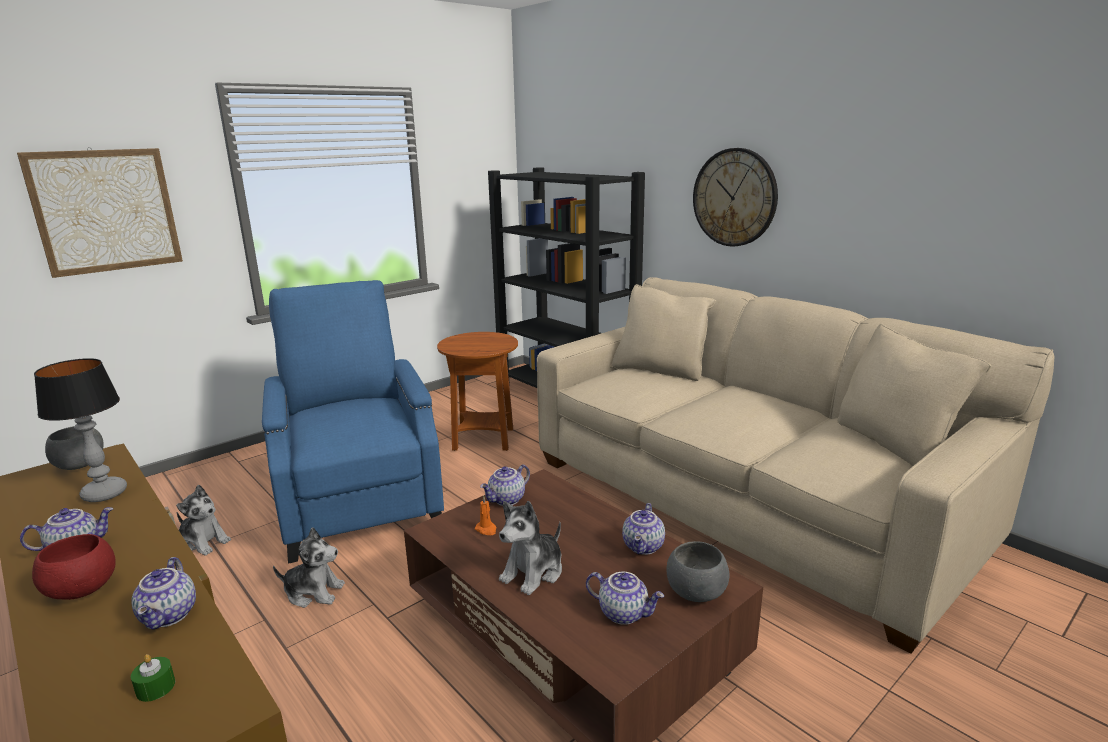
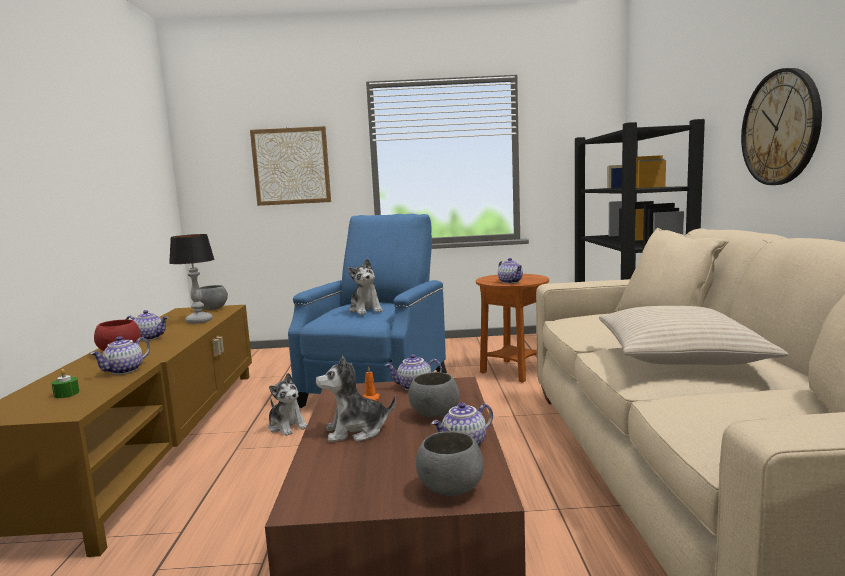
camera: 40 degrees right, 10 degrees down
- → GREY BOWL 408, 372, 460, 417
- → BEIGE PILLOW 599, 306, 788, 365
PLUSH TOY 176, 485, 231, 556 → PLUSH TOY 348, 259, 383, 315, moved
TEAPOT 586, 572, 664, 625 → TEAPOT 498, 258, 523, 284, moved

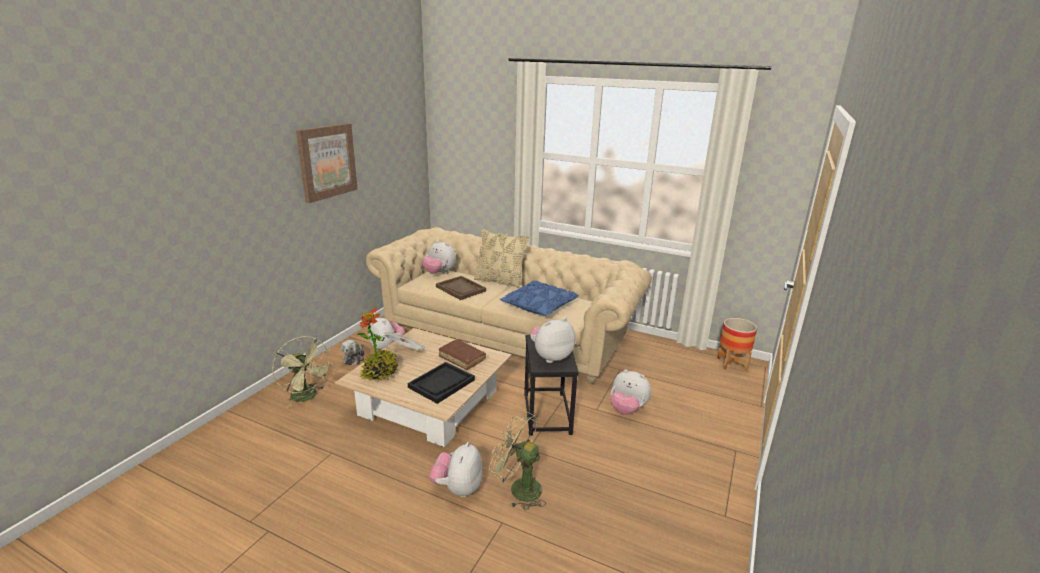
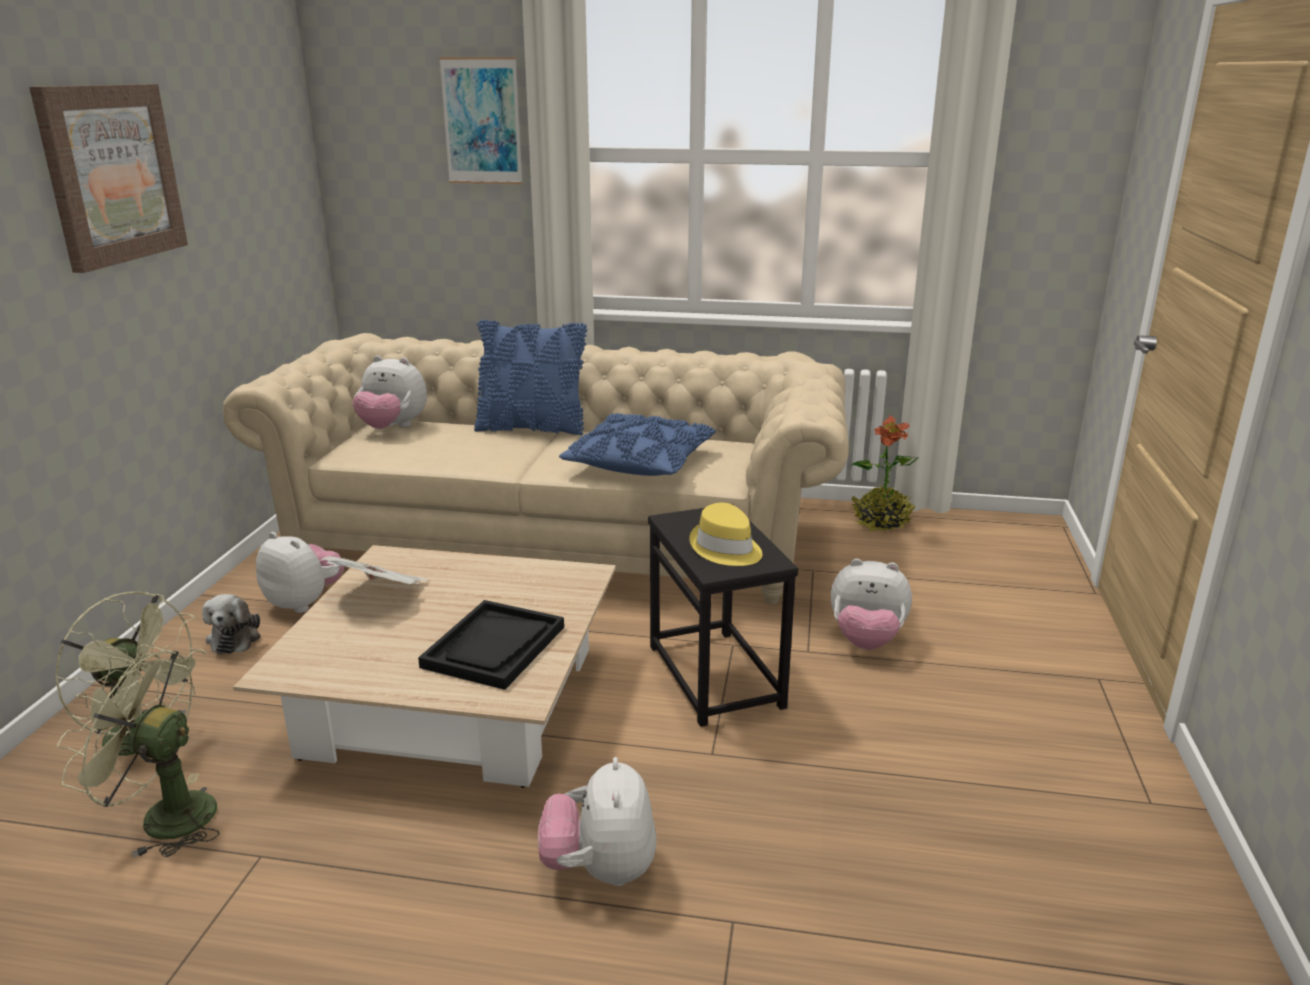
camera: 15 degrees left, 0 degrees up
BROWN TRAY 436, 276, 486, 300 → -
BROWN BOOK 439, 339, 486, 370 → -
PLANTER 717, 318, 757, 371 → -
- → PICTURE 439, 57, 523, 184
POTTED PLANT 357, 307, 399, 381 → POTTED PLANT 851, 415, 918, 532, moved
GREEN FAN 489, 410, 546, 511 → GREEN FAN 57, 644, 220, 857, moved
PLUSH TOY 530, 318, 576, 363 → YELLOW HAT 689, 503, 762, 566
BEIGE PILLOW 474, 229, 529, 288 → BLUE PILLOW 474, 320, 588, 435

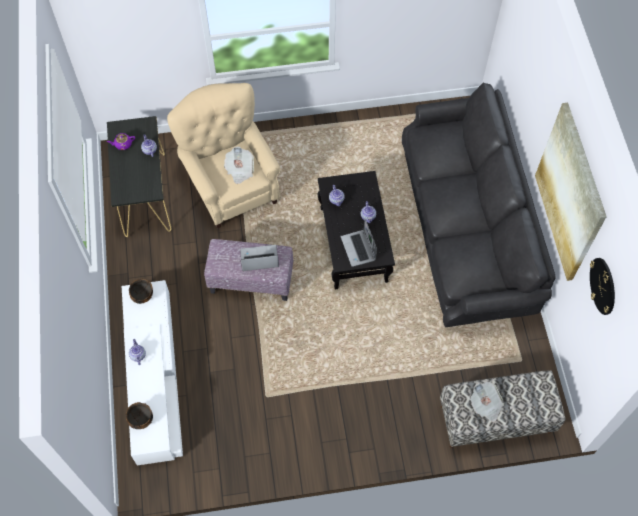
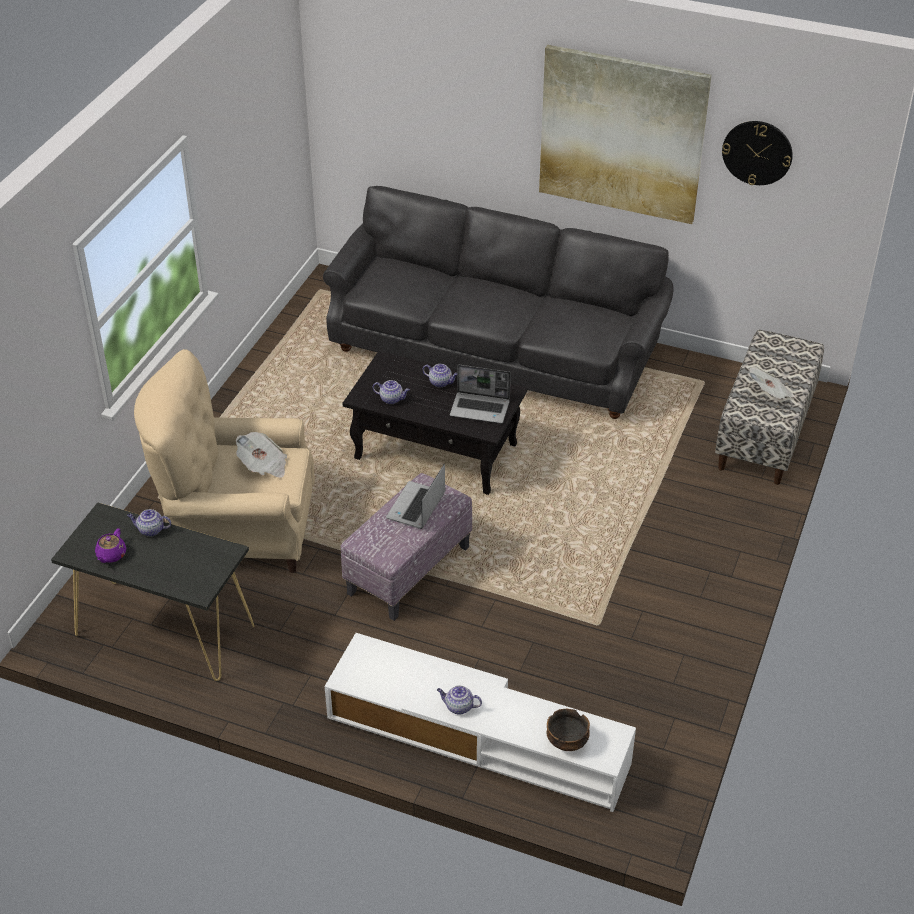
camera: 60 degrees left, 20 degrees down
BOWL 129, 279, 153, 304 → -

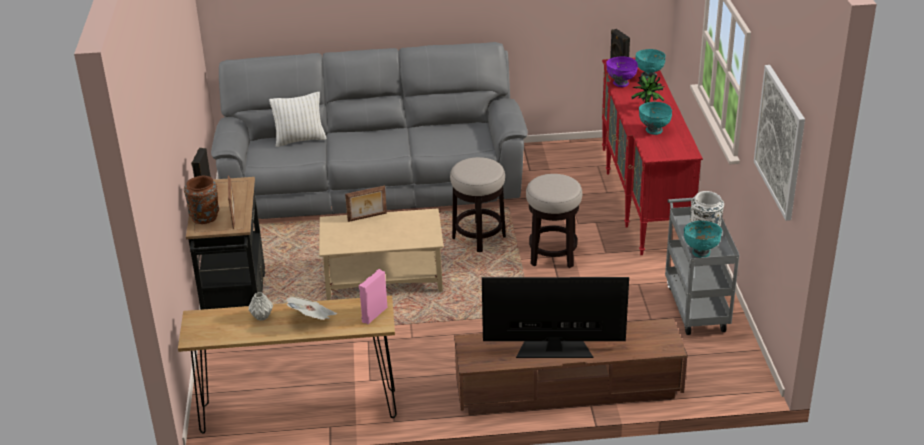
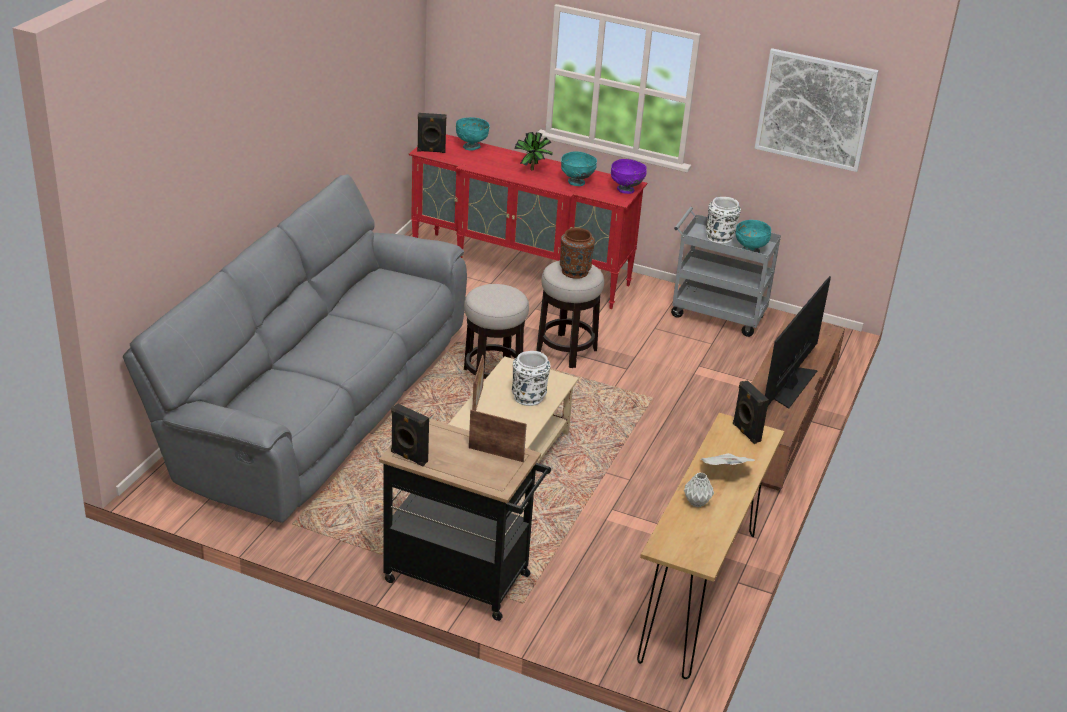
camera: 65 degrees left, 0 degrees up
WHITE PILLOW 269, 92, 326, 147 → -
- → WHITE VASE 512, 351, 551, 406
BROWN VASE 184, 176, 219, 224 → BROWN VASE 560, 228, 595, 279, moved
PURPLE BOWL 606, 56, 638, 87 → PURPLE BOWL 611, 159, 647, 194, moved
PINK SPEAKER 359, 269, 388, 324 → BLACK SPEAKER 733, 380, 769, 444

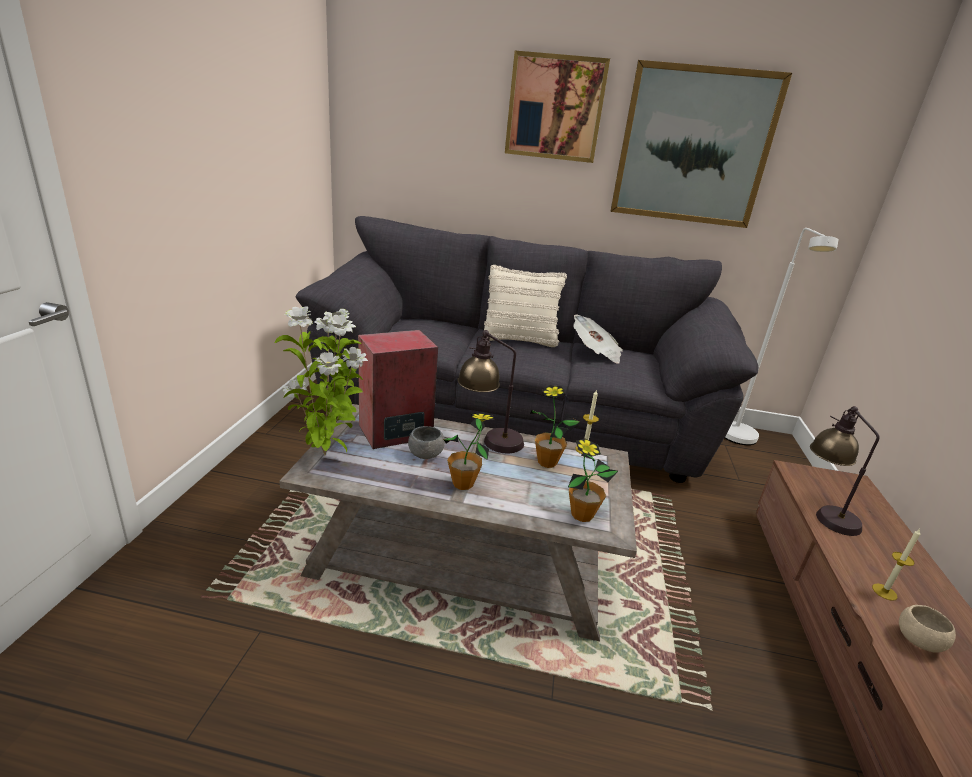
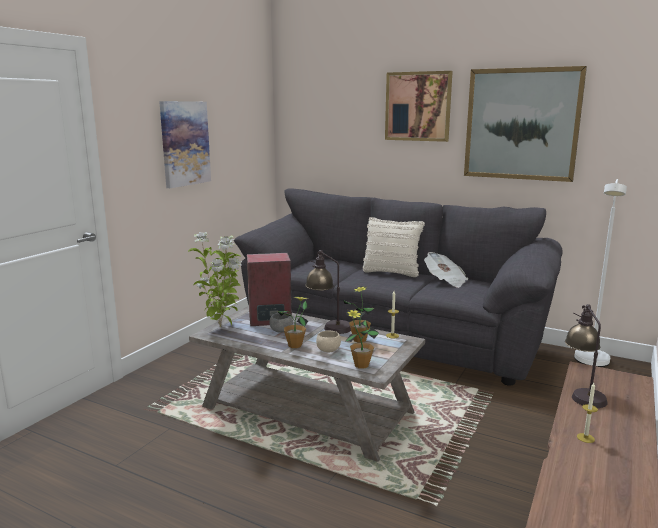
camera: 20 degrees right, 10 degrees down
- → PICTURE 159, 101, 211, 188
BEIGE BOWL 899, 605, 956, 653 → BEIGE BOWL 316, 330, 341, 352, moved

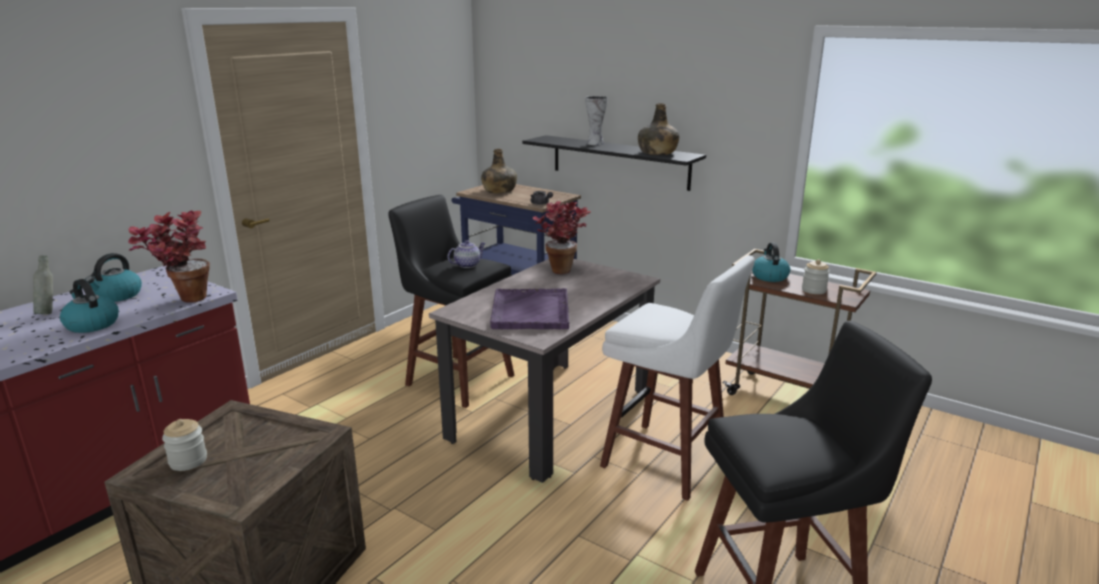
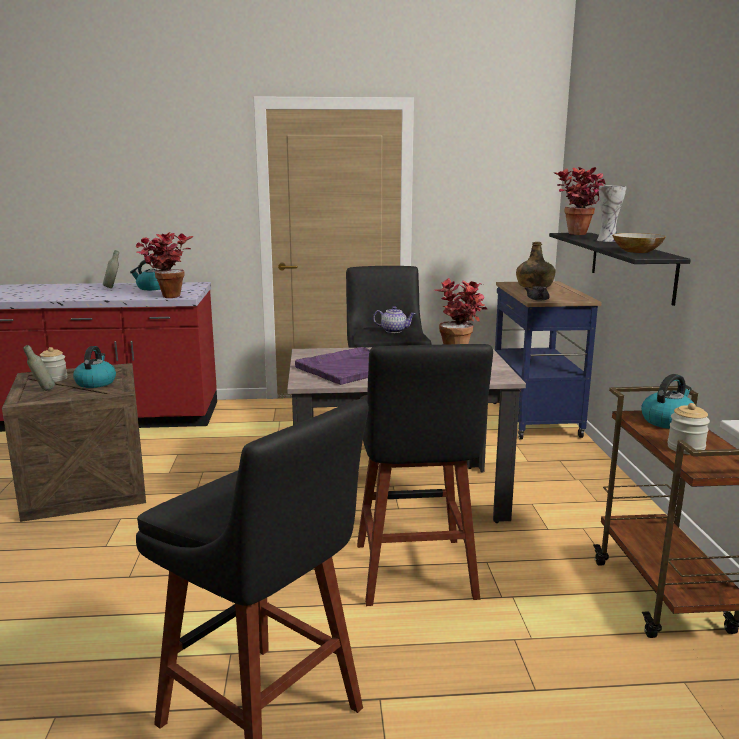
camera: 50 degrees right, 5 degrees down
- → GREY BOTTLE 23, 345, 55, 391
- → POTTED PLANT 554, 167, 606, 235
KETTLE 60, 279, 119, 333 → KETTLE 73, 346, 116, 388, moved
GREEN BOTTLE 638, 103, 679, 155 → BOWL 612, 233, 666, 253
WHITE STOOL 600, 255, 755, 501 → BLACK STOOL 357, 344, 493, 606

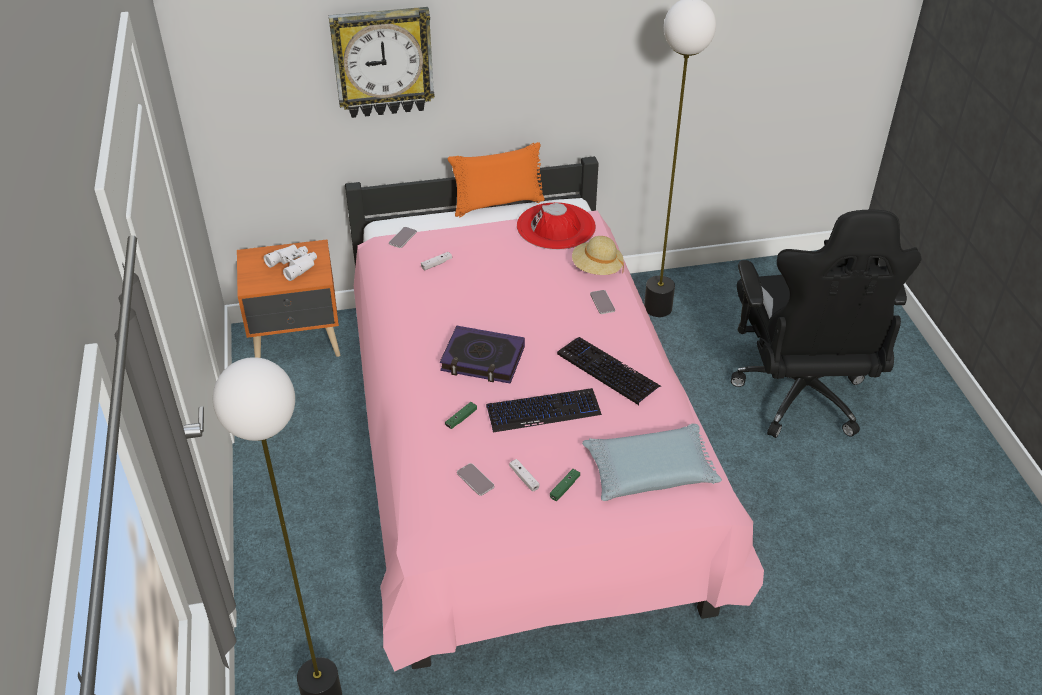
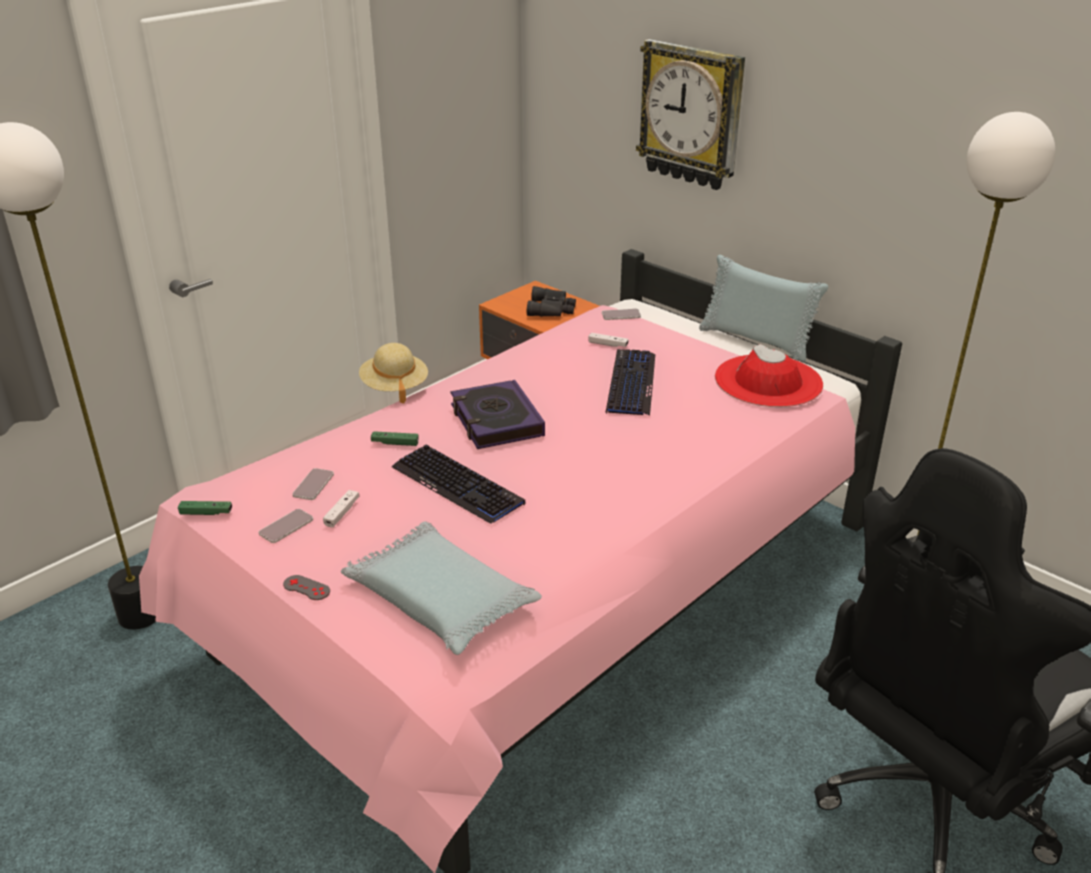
camera: 55 degrees right, 10 degrees down
- → GREY GAME CONTROLLER 283, 575, 330, 600
GREEN GAME CONTROLLER 550, 469, 580, 501 → GREEN GAME CONTROLLER 178, 501, 232, 515, moved
KEYBOARD 557, 337, 661, 405 → KEYBOARD 606, 349, 655, 415, moved
BEIGE HAT 572, 236, 624, 275 → BEIGE HAT 359, 343, 428, 403, moved
PHONE 590, 290, 615, 314 → PHONE 259, 509, 313, 543, moved
WHITE BINOCULARS 264, 244, 317, 281 → BLACK BINOCULARS 527, 286, 576, 317
ORANGE PILLOW 448, 142, 545, 218 → BLUE PILLOW 699, 255, 828, 362

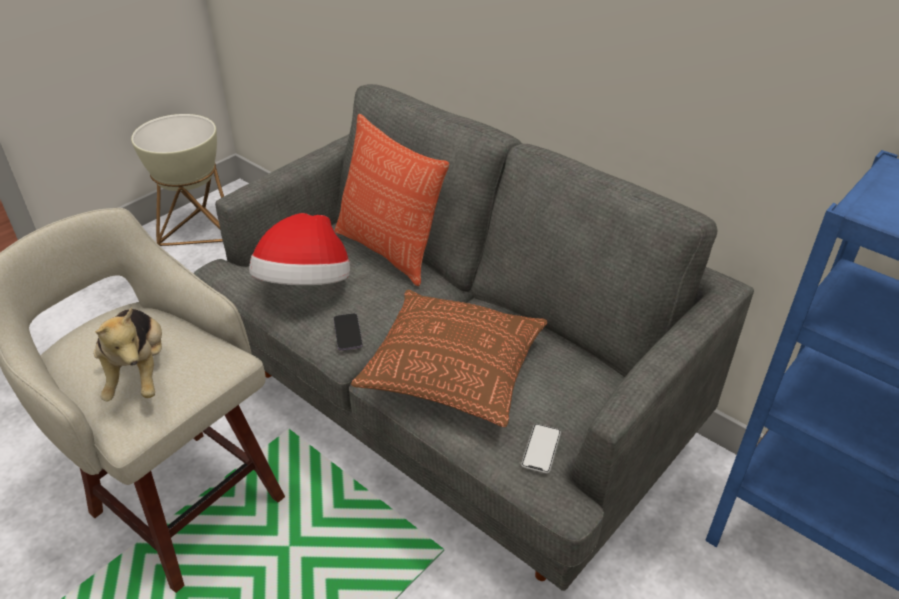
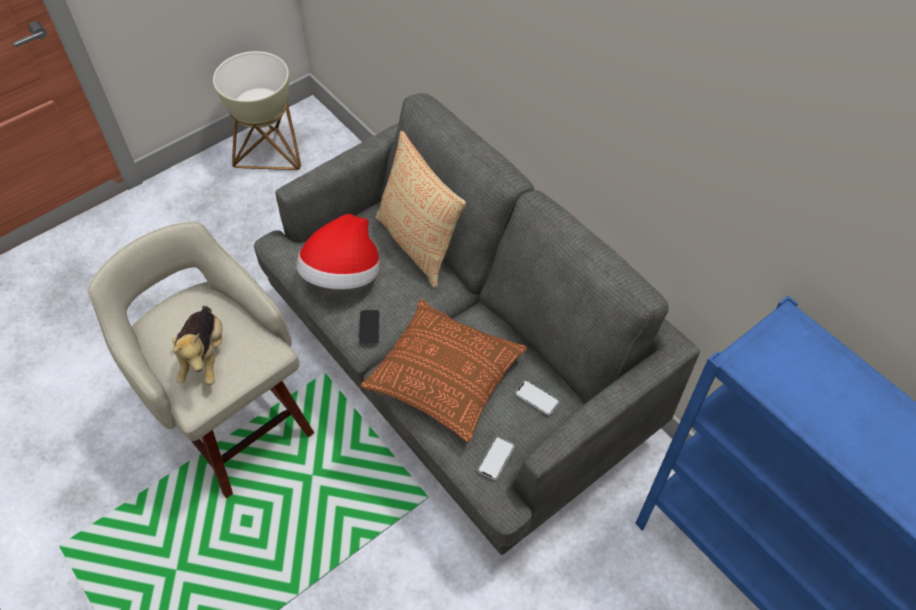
camera: 10 degrees right, 15 degrees up
- → PHONE 515, 380, 560, 415
ORANGE PILLOW 335, 114, 449, 286 → BEIGE PILLOW 376, 131, 466, 288

